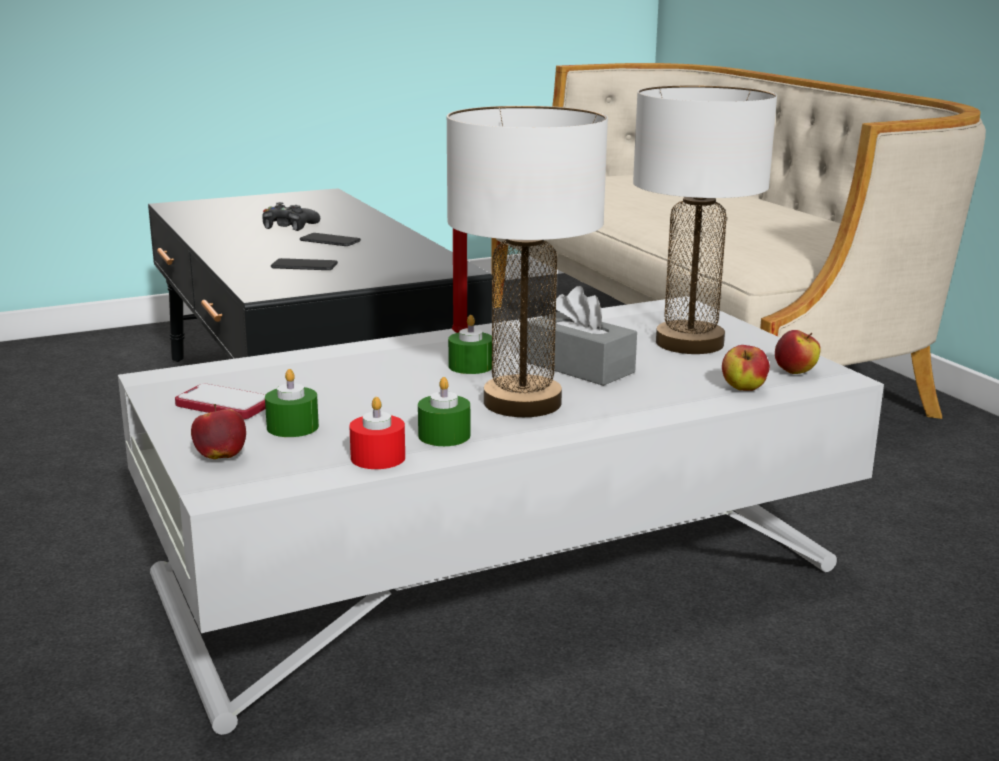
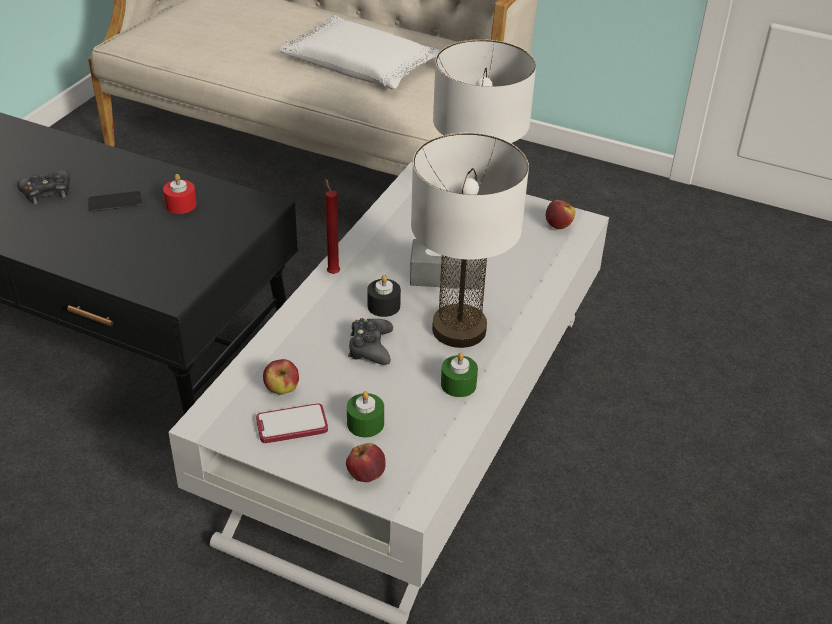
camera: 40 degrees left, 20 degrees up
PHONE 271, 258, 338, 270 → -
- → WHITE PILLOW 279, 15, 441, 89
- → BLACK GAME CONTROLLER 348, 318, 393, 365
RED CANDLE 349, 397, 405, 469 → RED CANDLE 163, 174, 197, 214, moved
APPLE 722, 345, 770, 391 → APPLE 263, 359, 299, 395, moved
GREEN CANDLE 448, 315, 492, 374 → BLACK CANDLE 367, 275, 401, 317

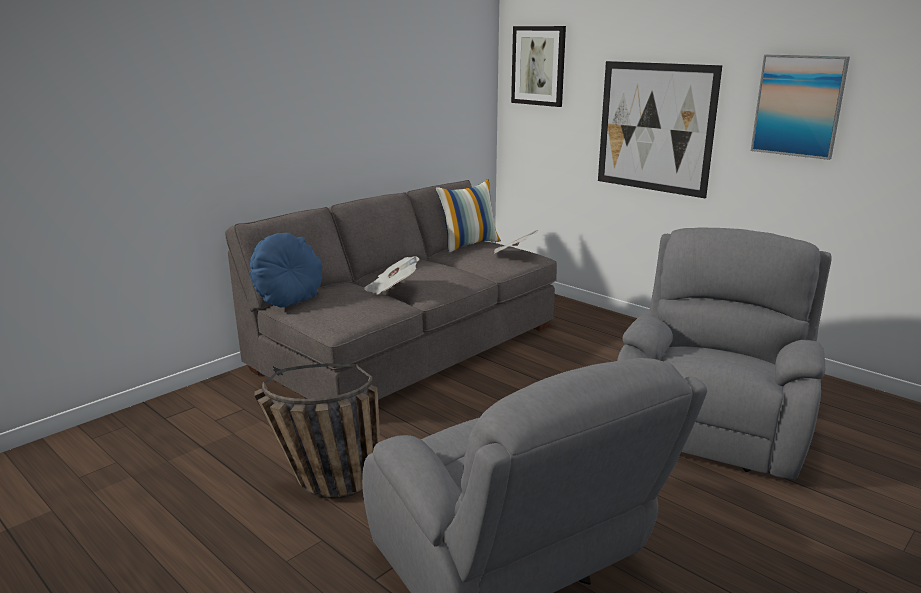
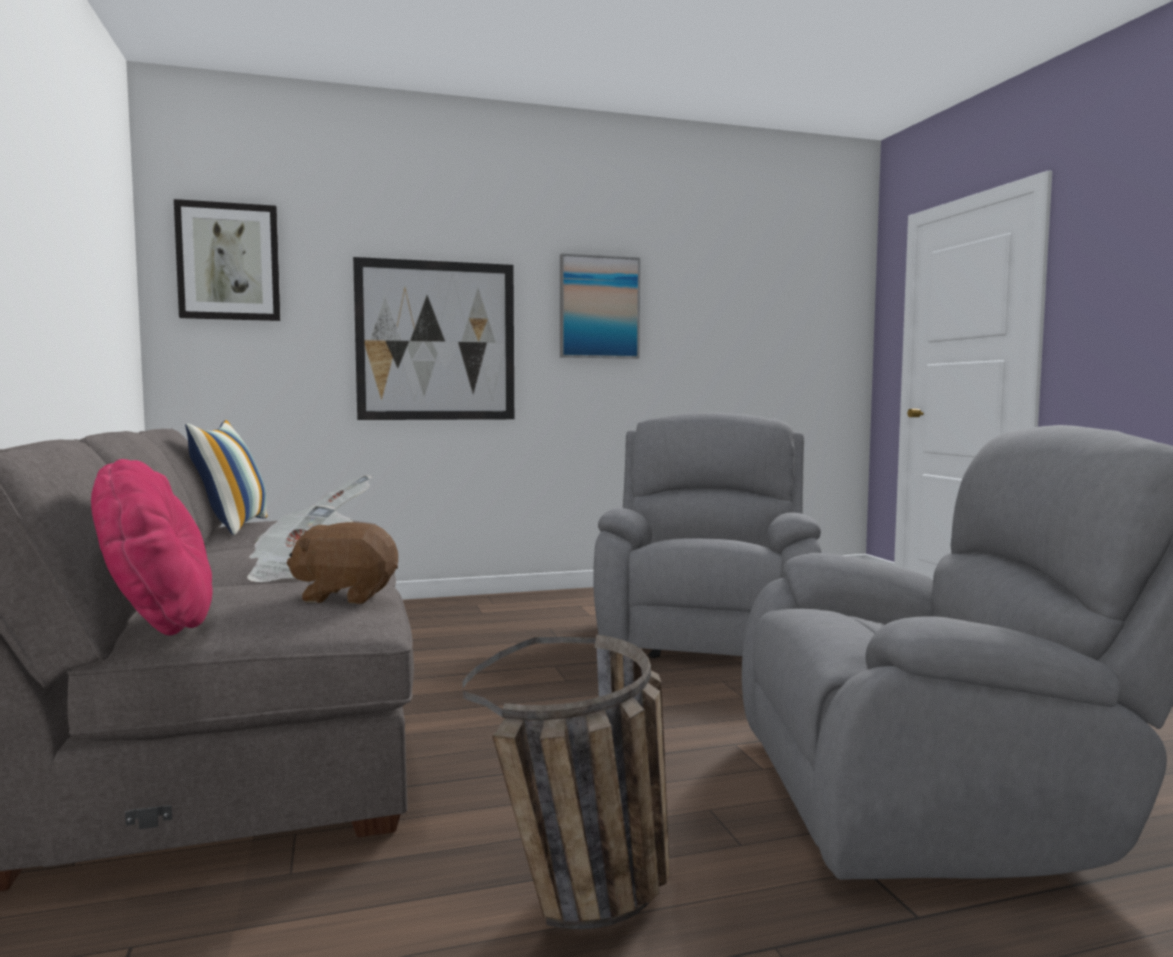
camera: 60 degrees left, 15 degrees down
- → BROWN PLUSH TOY 286, 522, 398, 604
BLUE PILLOW 250, 233, 322, 307 → PINK PILLOW 91, 459, 213, 635
GREY ARMCHAIR 617, 228, 832, 480 → GREY ARMCHAIR 593, 412, 821, 658, 45 degrees clockwise

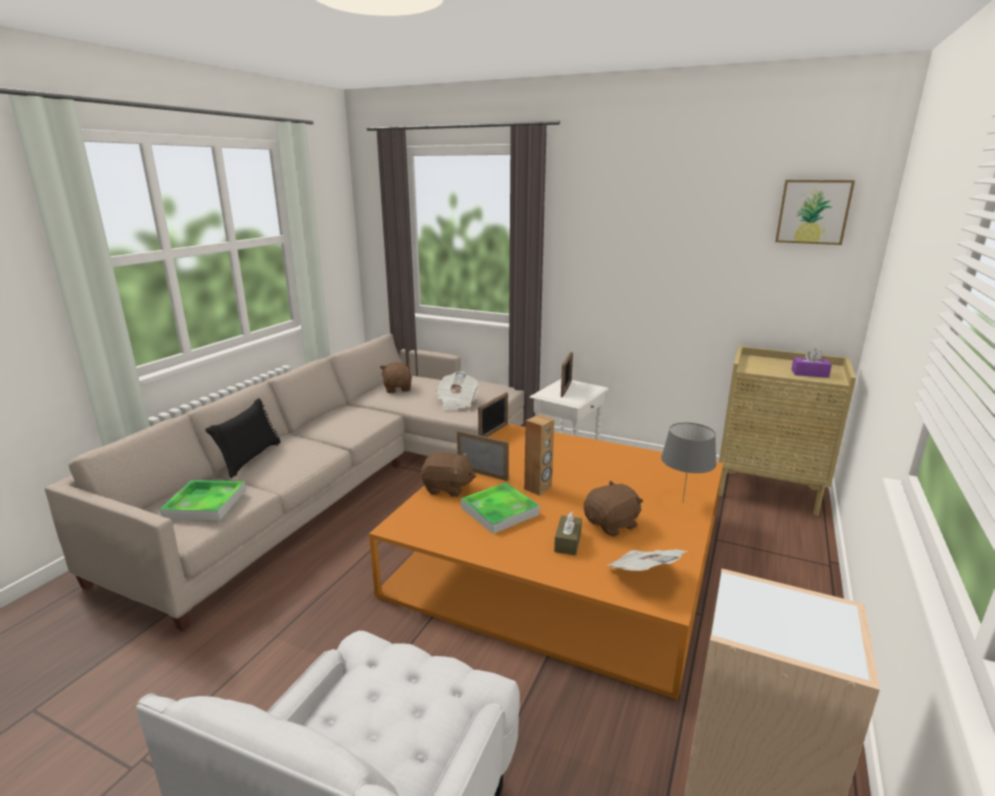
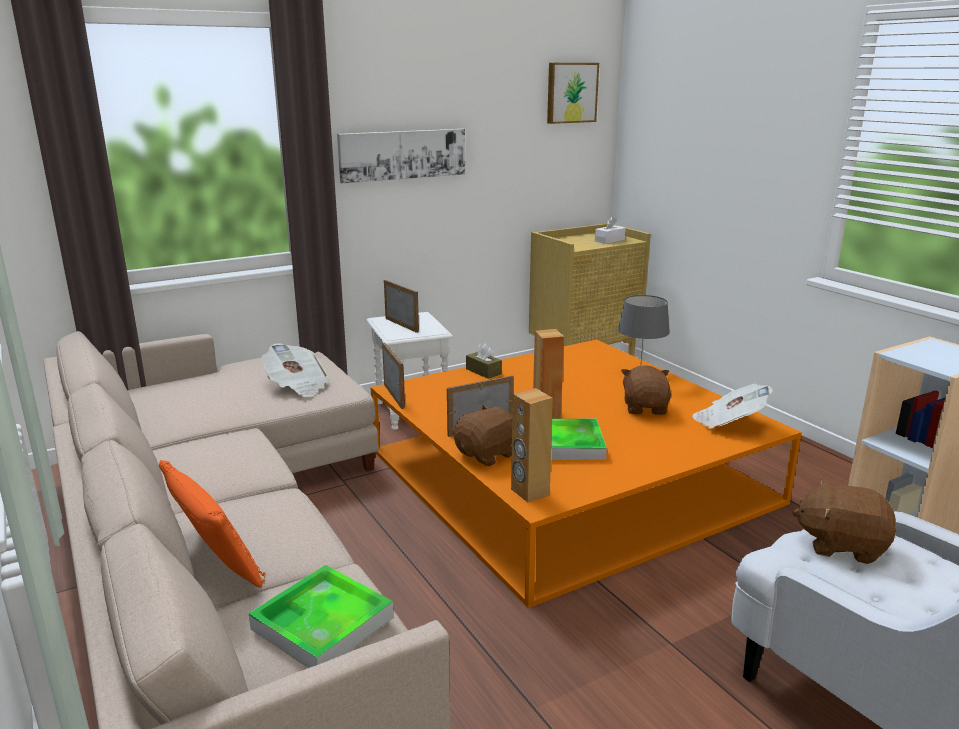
camera: 55 degrees left, 0 degrees up
- → PICTURE 337, 129, 465, 183
- → BROWN SPEAKER 511, 388, 553, 502
BROWN PLUSH TOY 380, 362, 412, 393 → BROWN PLUSH TOY 792, 478, 896, 564, moved
BROWN TISSUE BOX 554, 511, 582, 555 → BROWN TISSUE BOX 466, 343, 502, 379, moved
BLACK PILLOW 205, 398, 281, 478 → ORANGE PILLOW 159, 460, 266, 588
PURPLE TISSUE BOX 791, 348, 832, 378 → WHITE TISSUE BOX 595, 216, 626, 244

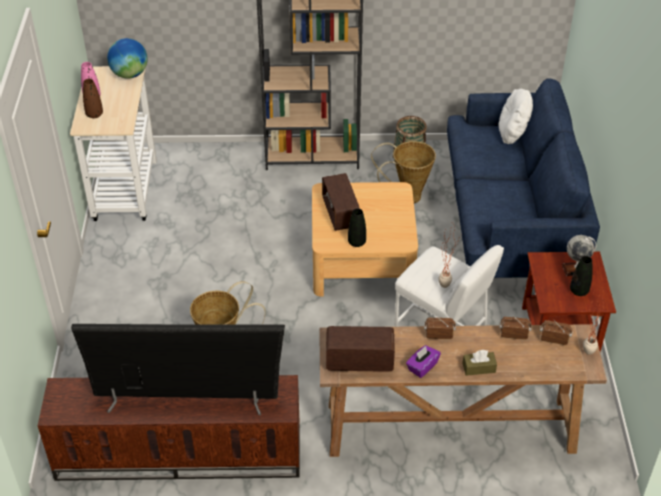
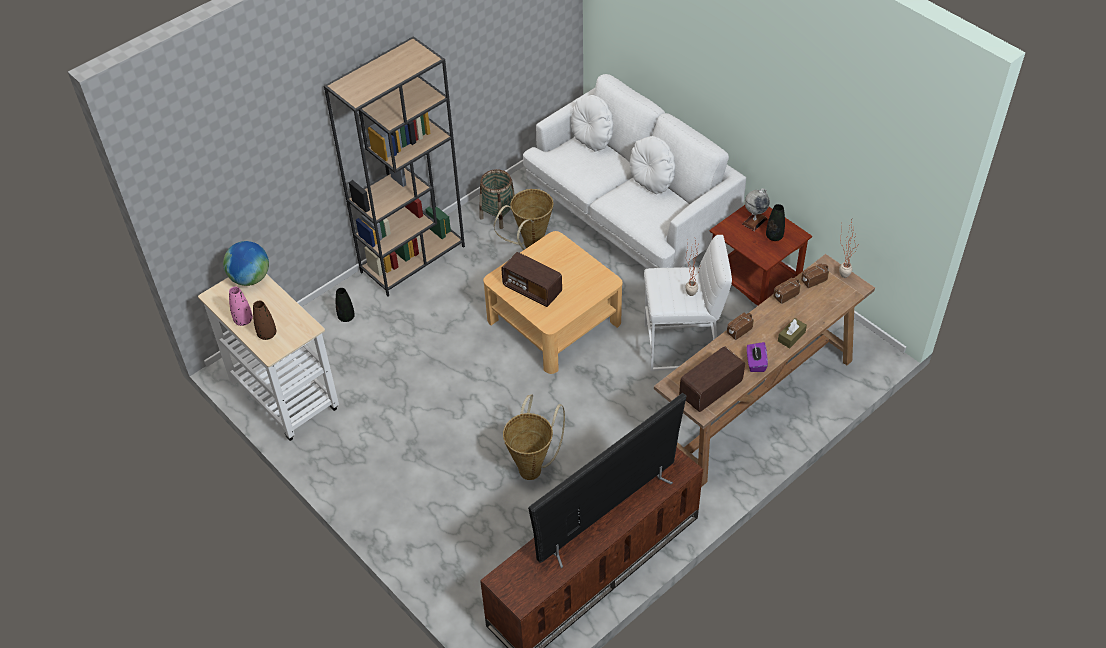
camera: 40 degrees left, 5 degrees up
- → WHITE PILLOW 630, 136, 675, 194
BLACK VASE 348, 208, 366, 247 → BLACK VASE 336, 288, 355, 322, moved
BLUE SOFA 447, 78, 600, 278 → WHITE SOFA 523, 74, 746, 269

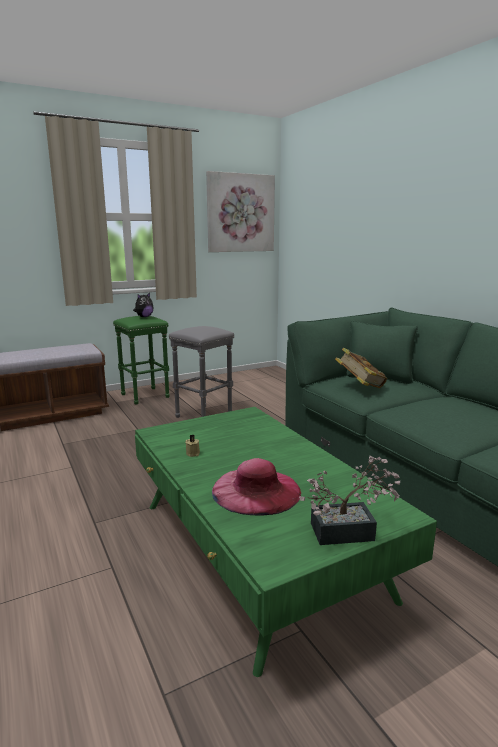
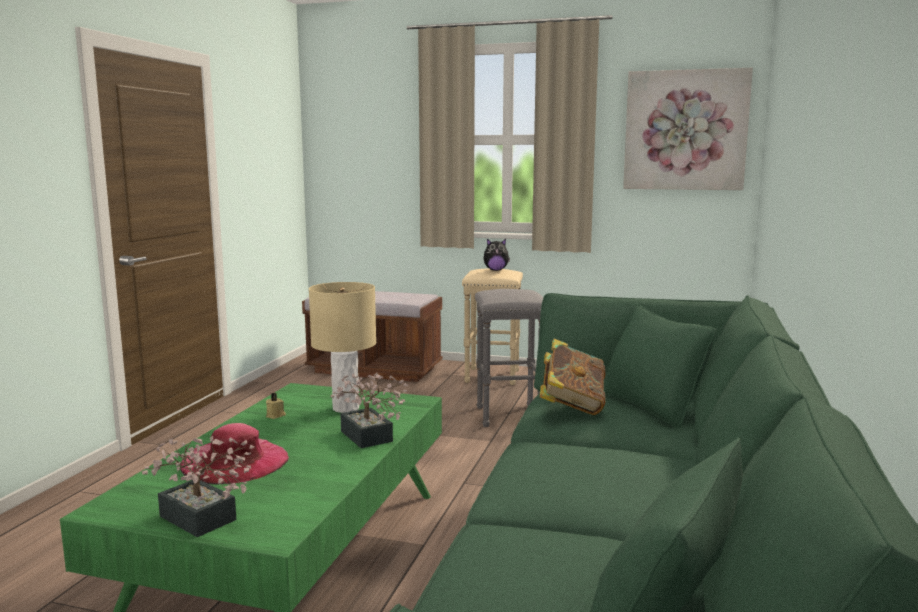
camera: 45 degrees right, 5 degrees down
- → BEIGE TABLE LAMP 309, 282, 376, 413
- → POTTED PLANT 331, 372, 409, 448
GREEN STOOL 113, 316, 170, 405 → BEIGE STOOL 462, 268, 523, 385

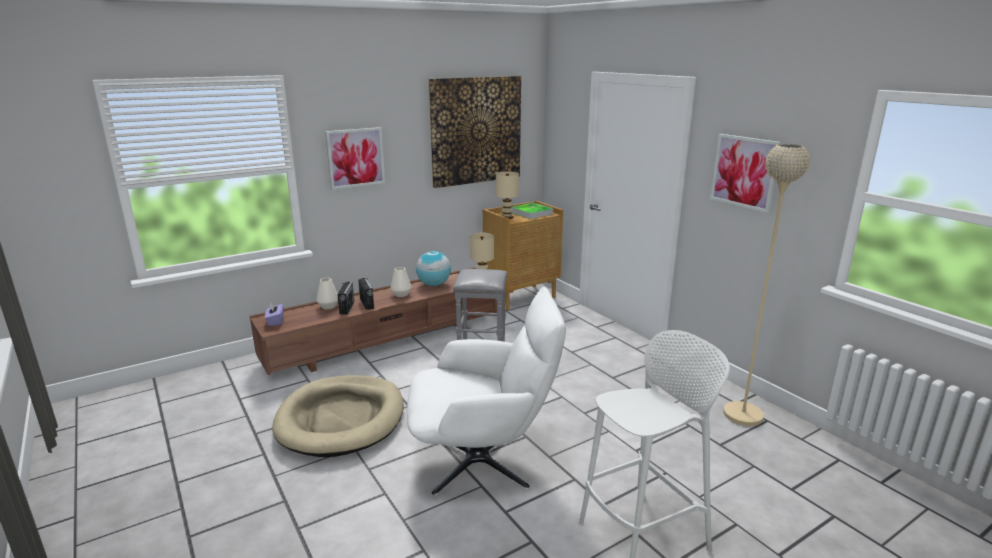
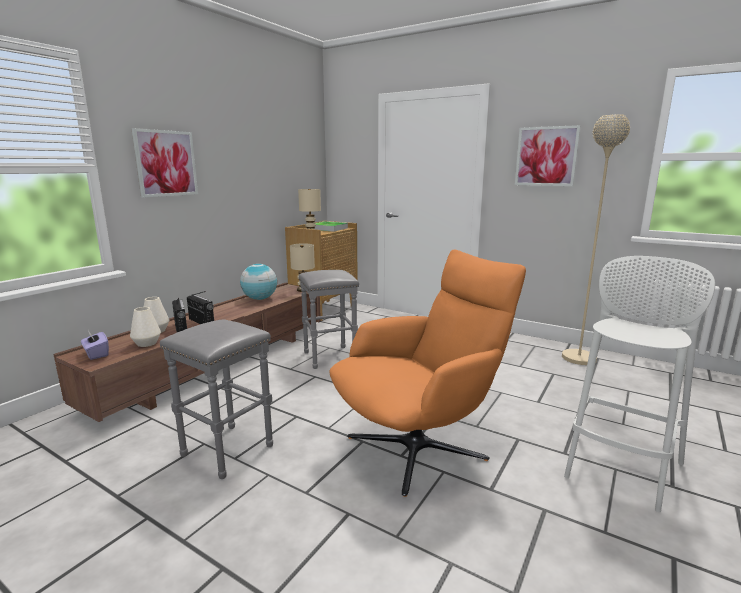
camera: 25 degrees left, 5 degrees down
PICTURE 429, 76, 521, 188 → -
WHITE VASE 390, 267, 412, 297 → WHITE VASE 130, 307, 161, 347, moved
BEIGE DOG BED 272, 375, 403, 457 → GREY STOOL 160, 319, 273, 479
WHITE ARMCHAIR 407, 287, 566, 495 → ORANGE ARMCHAIR 330, 249, 526, 497

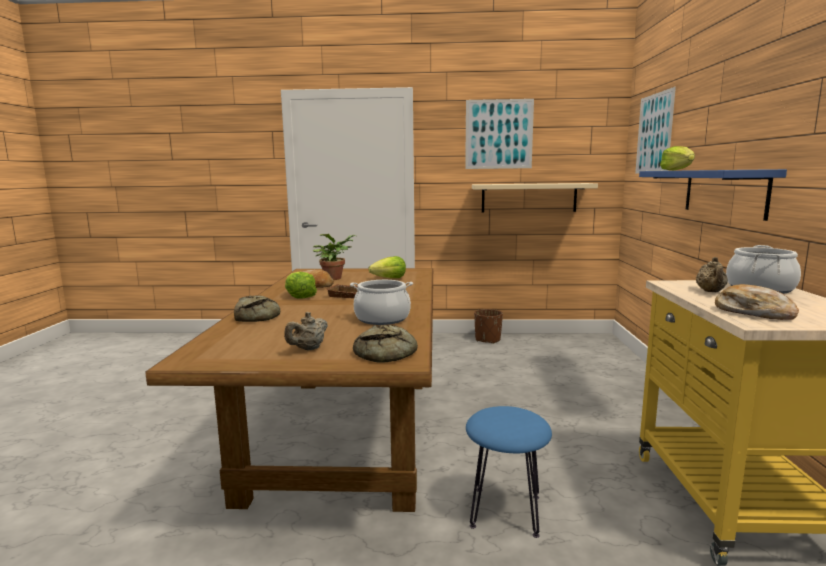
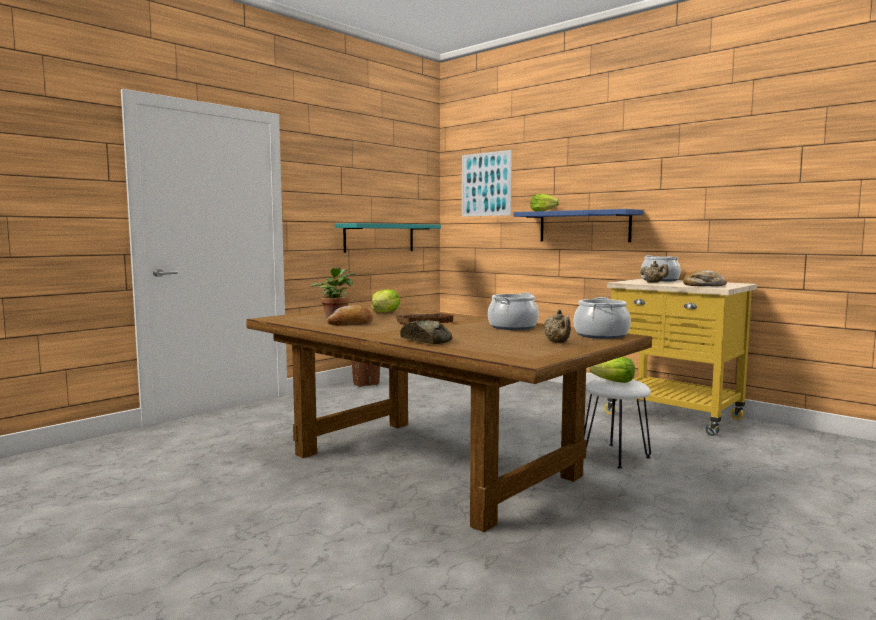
camera: 50 degrees left, 5 degrees down
PICTURE 465, 99, 534, 169 → -
LETTUCE 285, 271, 317, 298 → LETTUCE 589, 357, 635, 383, moved
BREAD 353, 325, 418, 363 → COOKING POT 574, 297, 631, 339
BLUE STOOL 466, 406, 552, 538 → WHITE STOOL 584, 378, 651, 469
BEIGE SHELF 472, 183, 598, 212 → TURQUOISE SHELF 335, 223, 441, 253

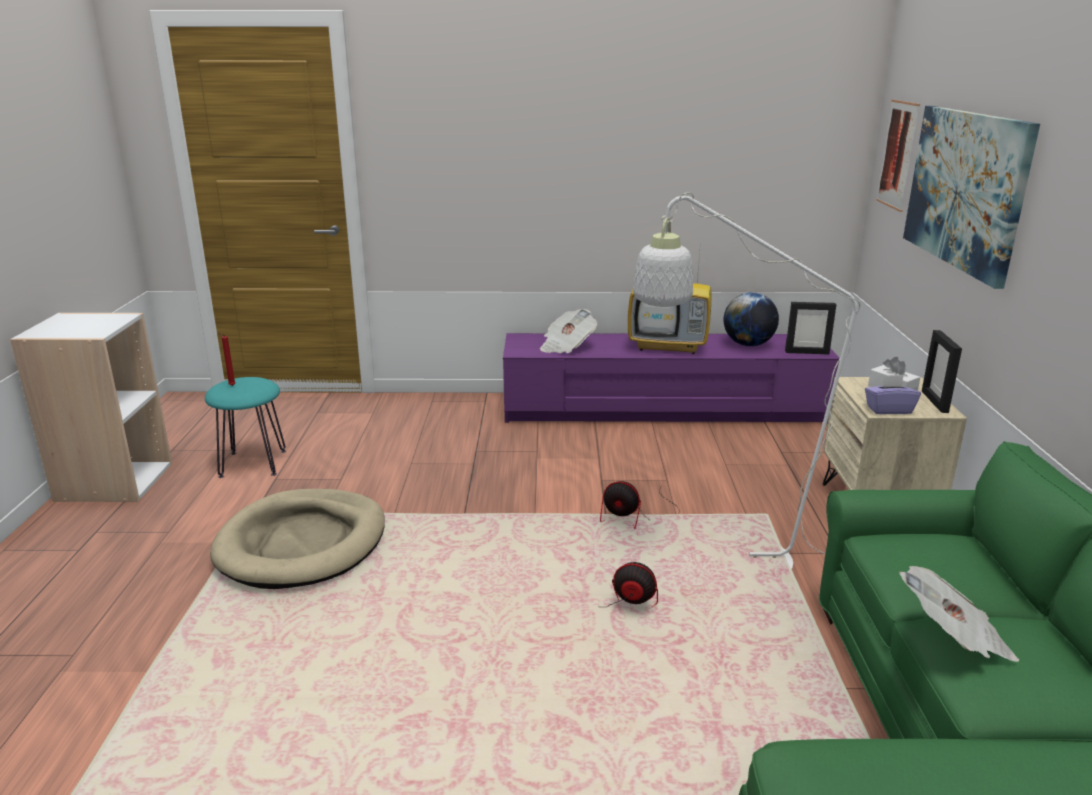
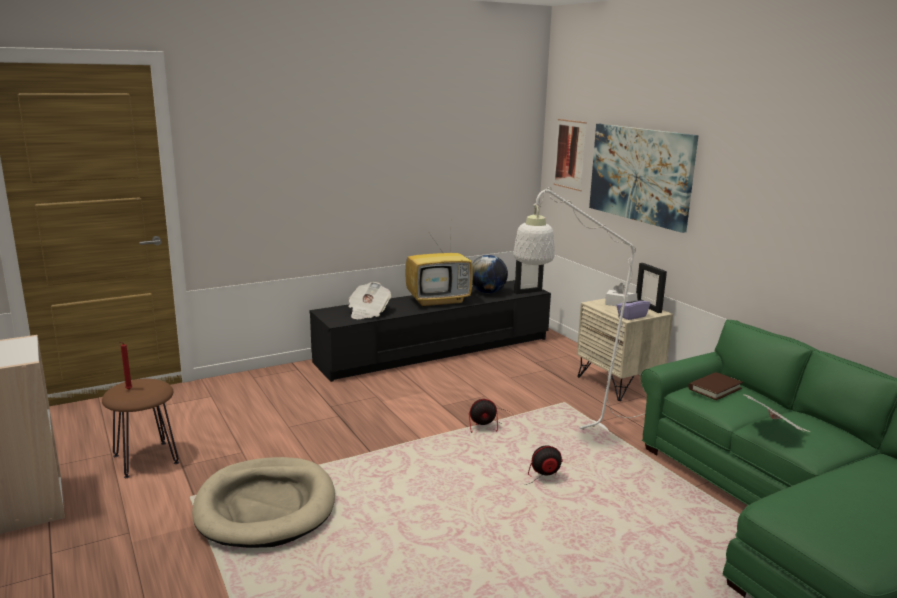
camera: 30 degrees left, 5 degrees down
- → BROWN BOOK 688, 372, 743, 400
TURQUOISE STOOL 205, 377, 286, 478 → BROWN STOOL 102, 379, 179, 478
PURPLE TV STAND 503, 333, 840, 424 → BLACK TV STAND 309, 280, 551, 382

